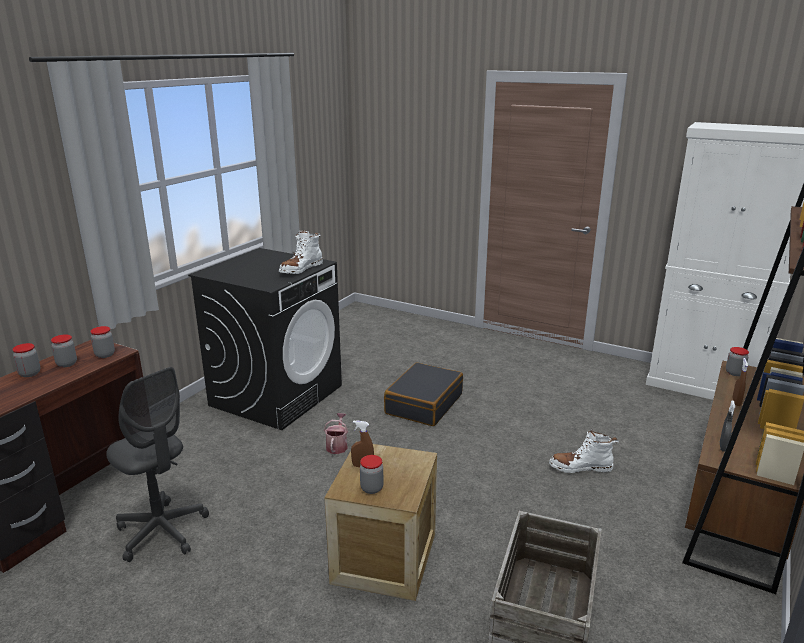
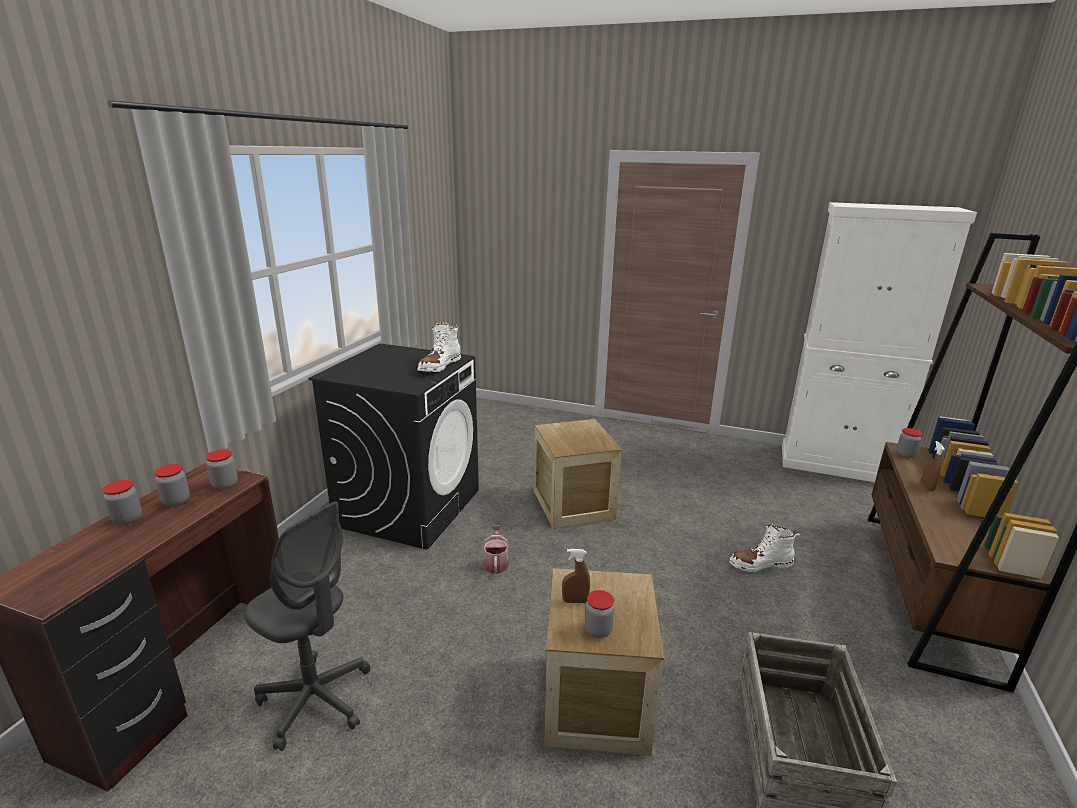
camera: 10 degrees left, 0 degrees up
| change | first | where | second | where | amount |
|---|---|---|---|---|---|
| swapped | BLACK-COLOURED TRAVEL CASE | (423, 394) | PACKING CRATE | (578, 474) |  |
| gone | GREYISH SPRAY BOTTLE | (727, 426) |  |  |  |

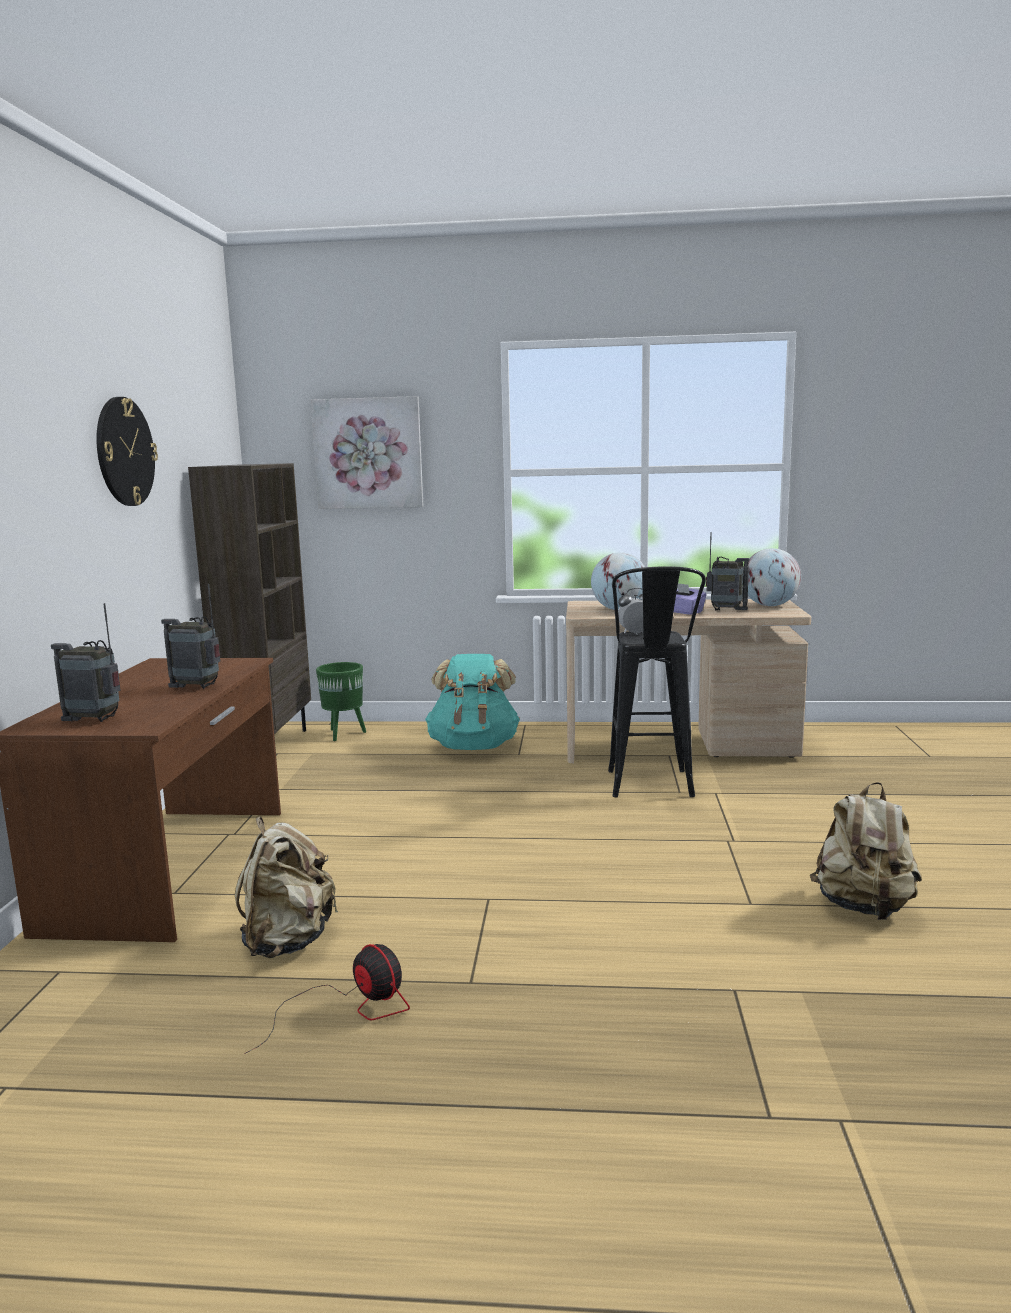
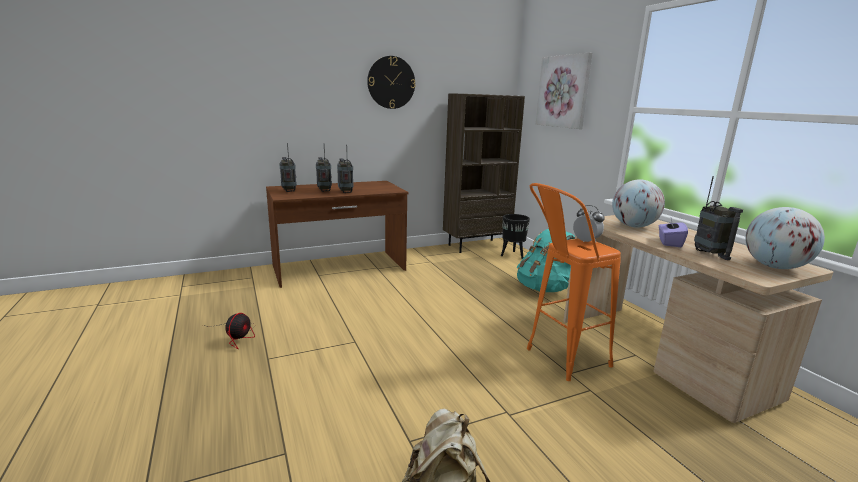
camera: 60 degrees right, 5 degrees up
| change | first | where | second | where | amount |
|---|---|---|---|---|---|
| repainted | BLACK-COLOURED STOOL | (657, 682) | ORANGE-COLOURED STOOL | (574, 282) |  |
| repainted | GREENISH FLOWER POT | (341, 701) | BLACK-COLOURED FLOWER POT | (515, 236) |  |
| gone | BEIGE BACKPACK | (286, 887) |  |  |  |
| new |  |  | RADIO SET | (324, 169) |  |

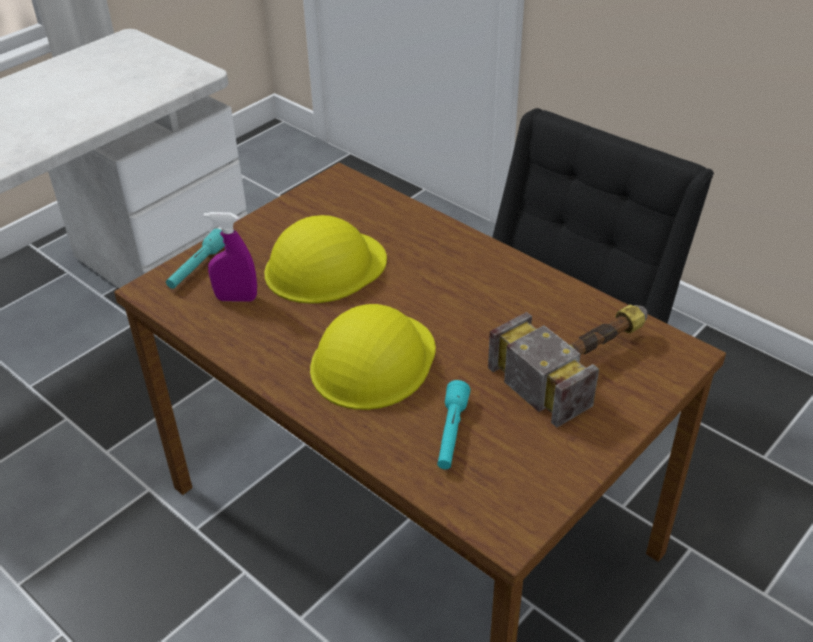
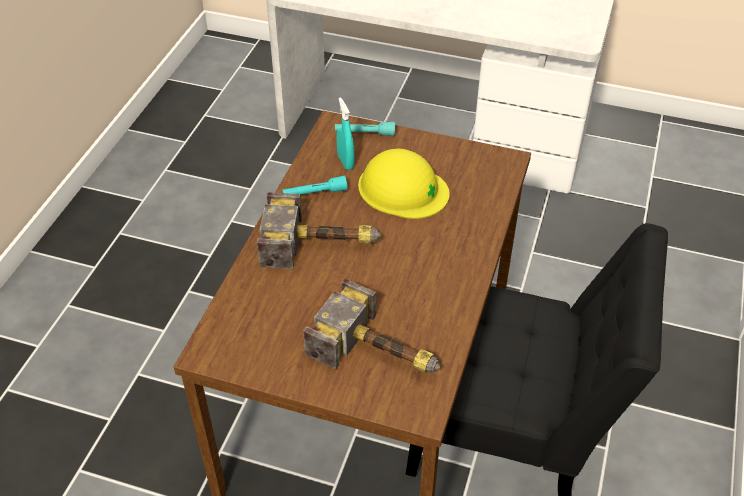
camera: 65 degrees right, 5 degrees up
| change | first | where | second | where | amount |
|---|---|---|---|---|---|
| repainted | PURPLISH SPRAY BOTTLE | (230, 257) | TURQUOISE-COLOURED SPRAY BOTTLE | (345, 133) |  |
| swapped | YELLOW HARD HAT | (373, 357) | TOOL HAMMER | (319, 230) |  |
| shifted | TURQUOISE-COLOURED TORCH | (453, 424) |  | (314, 185) |  |

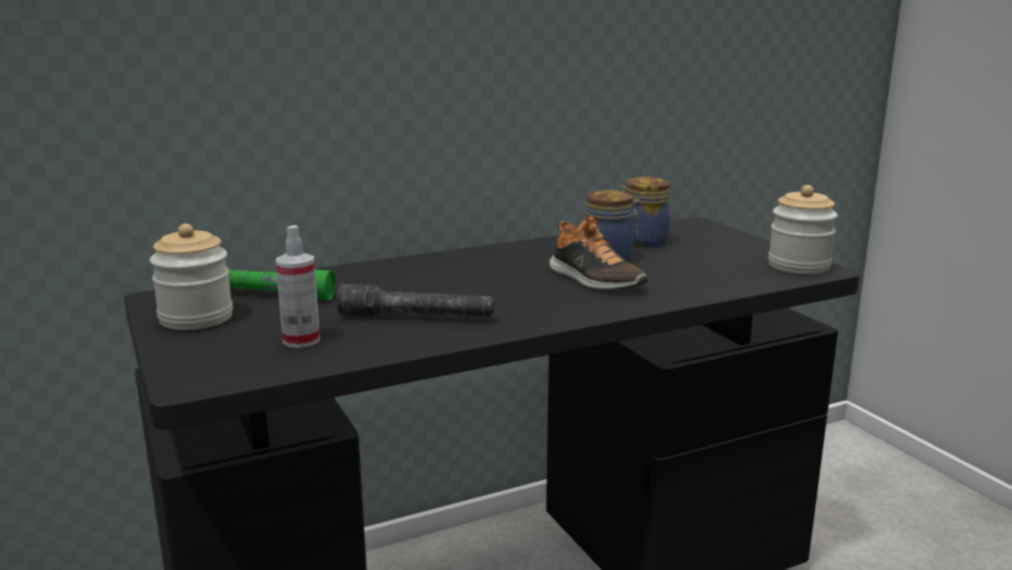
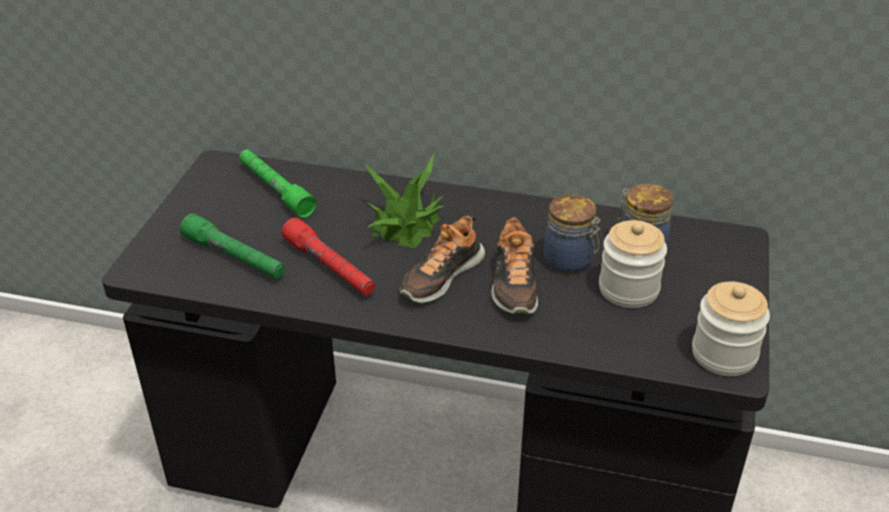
camera: 40 degrees right, 20 degrees up
| change | first | where | second | where | amount |
|---|---|---|---|---|---|
| shifted | STORAGE JAR | (191, 277) |  | (633, 264) |  |
| swapped | SPRAY BOTTLE | (298, 286) | GREENISH TORCH | (232, 246) |  |
| repainted | GREYISH TORCH | (416, 300) | RED-COLOURED TORCH | (329, 257) |  |
| new |  |  | PLANT IN A POT | (405, 199) |  |
| new |  |  | SHOE | (442, 259) |  |

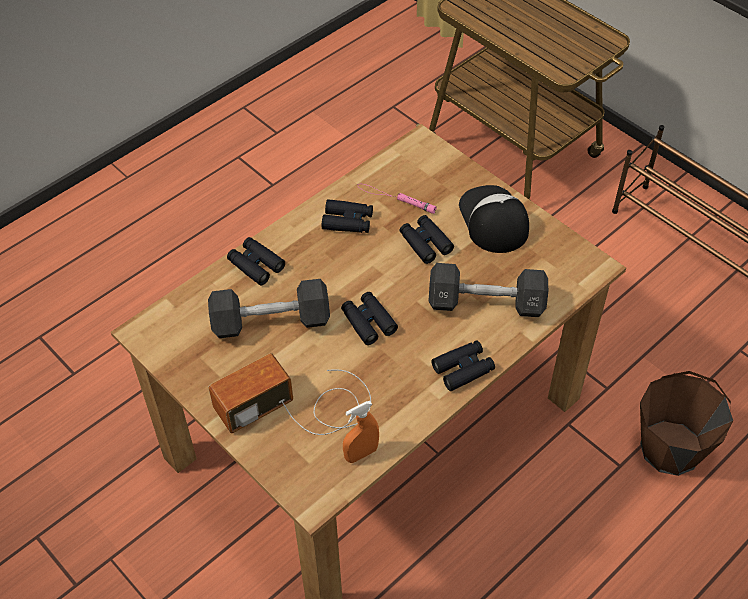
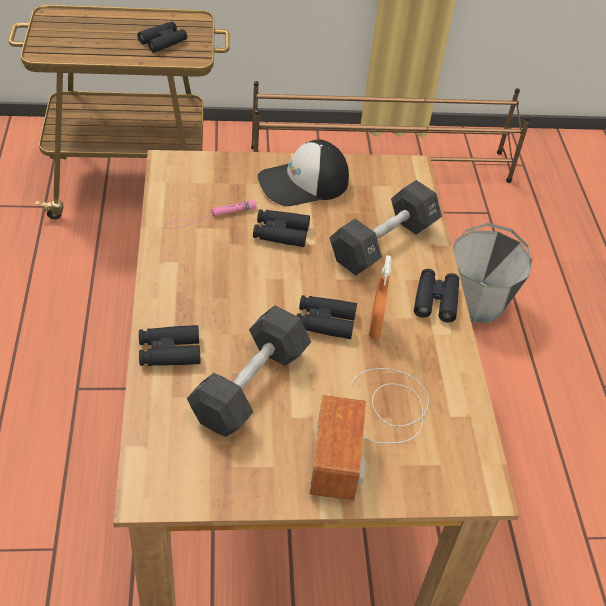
camera: 55 degrees left, 5 degrees down
| change | first | where | second | where | amount |
|---|---|---|---|---|---|
| rotated | CAP | (494, 219) |  | (303, 172) | 45 degrees counterclockwise |
| shifted | BLACK-COLOURED FIELD GLASSES | (347, 216) |  | (162, 37) |  |
| repainted | BROWNISH PAIL | (686, 423) | GREYISH PAIL | (492, 273) |  |
| shifted | ORANGE-COLOURED SPRAY BOTTLE | (361, 432) |  | (380, 297) |  |

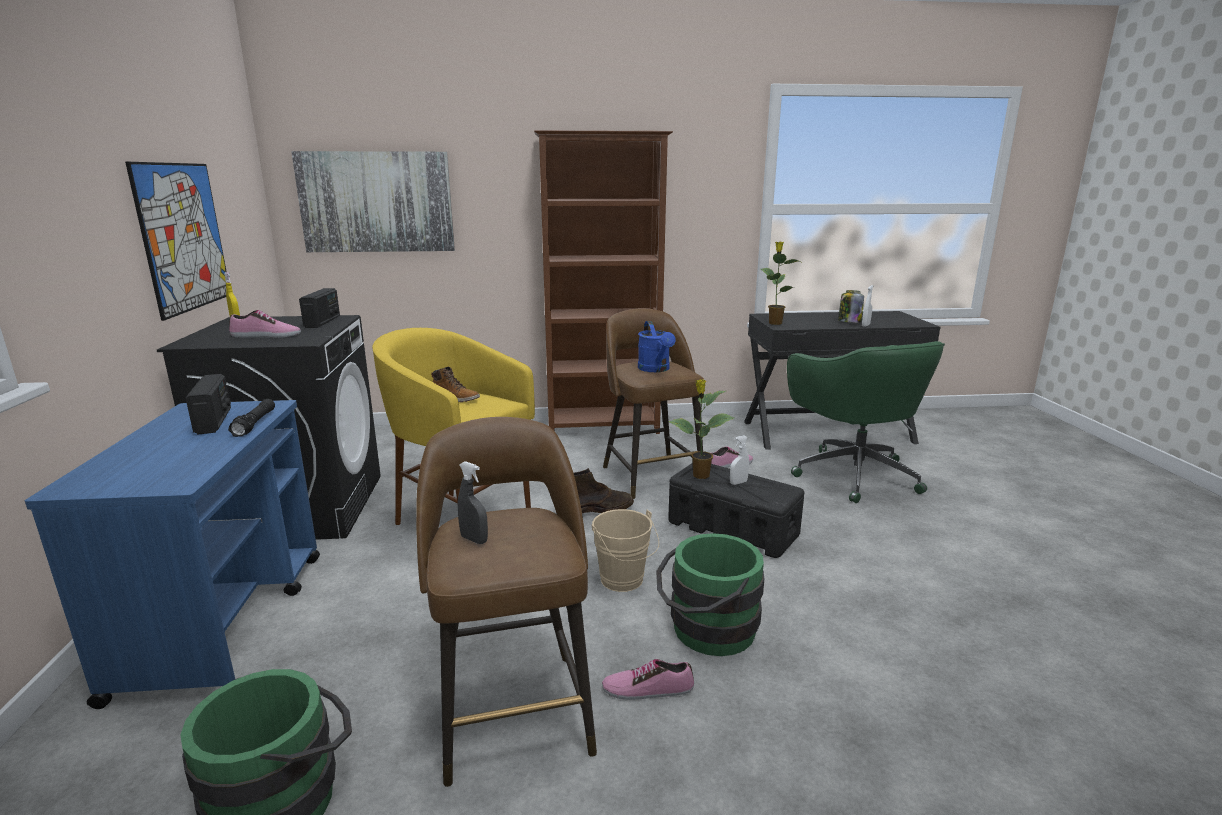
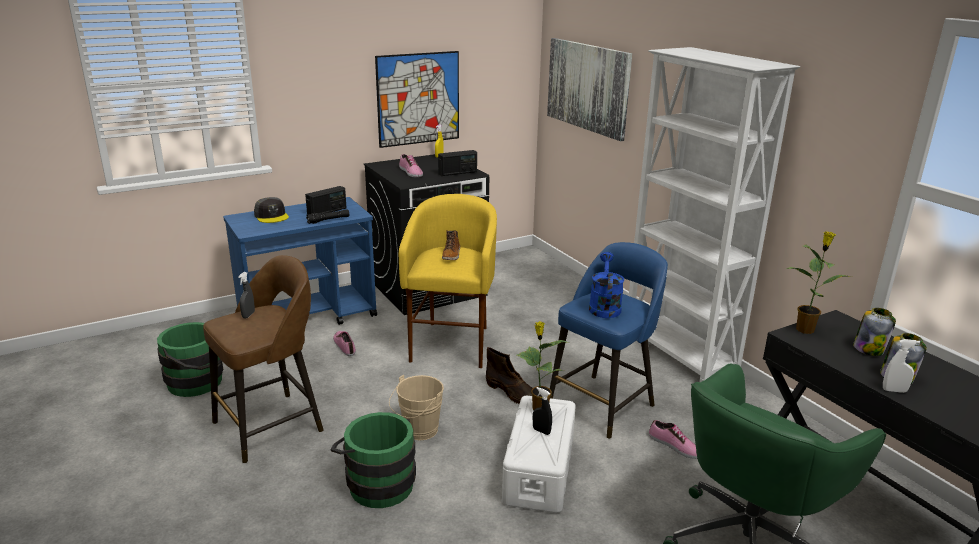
camera: 65 degrees right, 5 degrees up
| change | first | where | second | where | amount |
|---|---|---|---|---|---|
| repainted | BROWNISH SHELVING UNIT | (603, 282) | WHITE-COLOURED SHELVING UNIT | (714, 214) |  |
| repainted | BROWNISH STOOL | (653, 403) | BLUE-COLOURED STOOL | (609, 340) |  |
| rotated | BLUE-COLOURED SPRINKLING CAN | (657, 346) |  | (606, 285) | 135 degrees clockwise |
| repainted | WHITE-COLOURED SPRAY BOTTLE | (739, 460) | BLACK-COLOURED SPRAY BOTTLE | (542, 411) |  |
| repainted | BLACK-COLOURED STORAGE CONTAINER | (736, 510) | WHITE-COLOURED STORAGE CONTAINER | (539, 454) |  |
| shifted | SHOE | (648, 679) |  | (344, 343) |  |
| new |  |  | GREYISH CAP | (271, 210) |  |
| new |  |  | STORAGE JAR | (874, 332) |  |

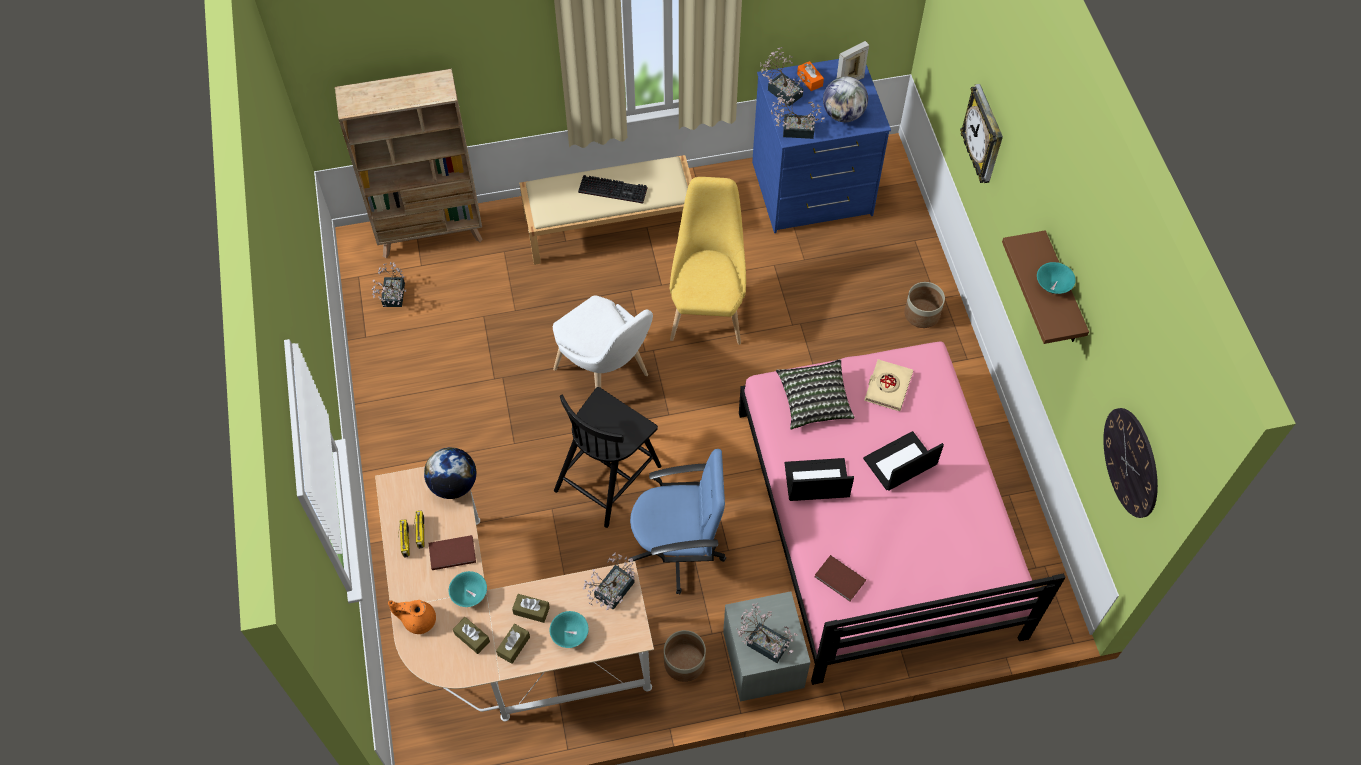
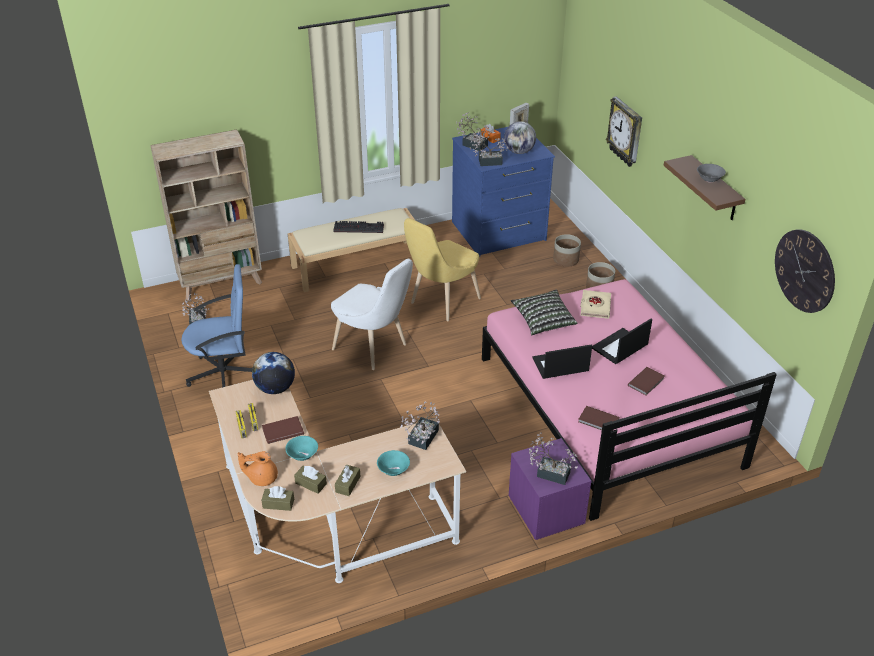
camera: 10 degrees left, 20 degrees down
| change | first | where | second | where | amount |
|---|---|---|---|---|---|
| rotated | YELLOW PLAIN CHAIR | (708, 261) |  | (442, 269) | 135 degrees counterclockwise |
| repainted | TURQUOISE-COLOURED BOWL | (1056, 278) | GREYISH BOWL | (711, 173) |  |
| gone | BLACK-COLOURED PLAIN CHAIR | (607, 457) |  |  |  |
| shifted | BLUE-COLOURED COMPUTER CHAIR | (677, 522) |  | (216, 326) |  |
| repainted | GREYISH NIGHT TABLE | (767, 646) | PURPLISH NIGHT TABLE | (550, 489) |  |
| shifted | BROWNISH BOX OF TISSUES | (531, 608) |  | (277, 498) |  |
| shifted | FLOWER POT | (685, 656) |  | (567, 250) |  |
| new |  |  | BROWNISH VOLUME | (646, 381) |  |

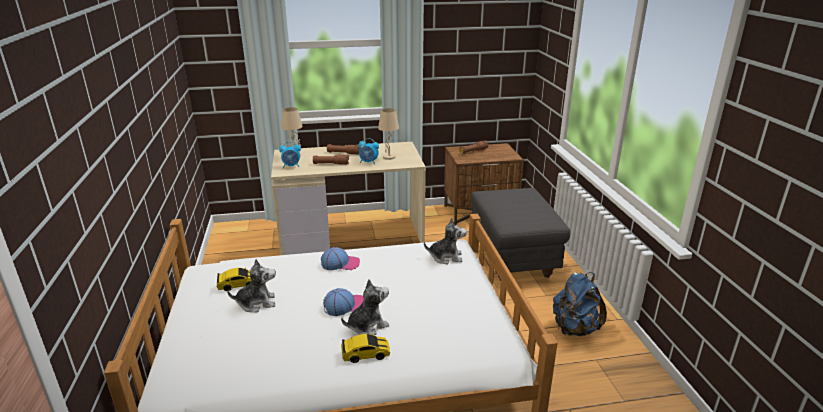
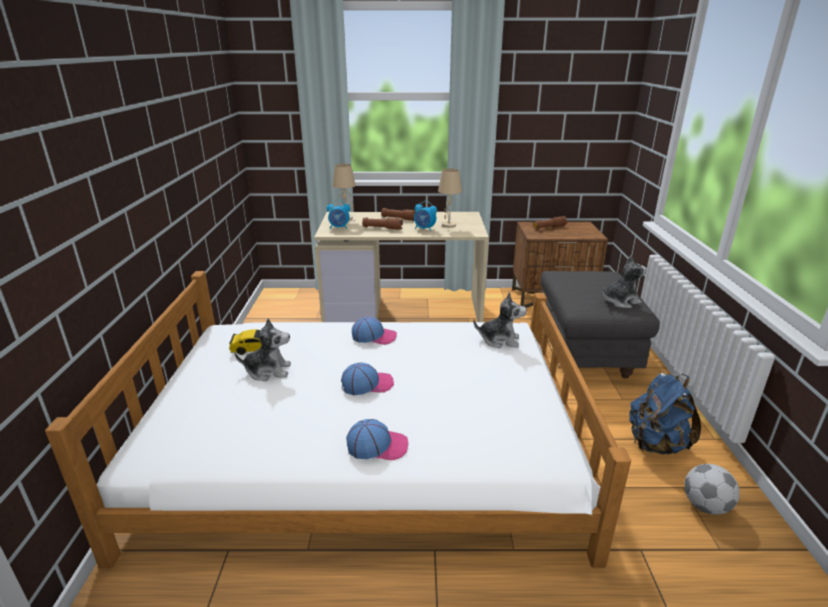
camera: 10 degrees right, 0 degrees up
| change | first | where | second | where | amount |
|---|---|---|---|---|---|
| shifted | SOFT TOY | (365, 307) |  | (625, 281) |  |
| swapped | MODEL CAR | (365, 348) | CAP | (377, 439) |  |
| new |  |  | FOOTBALL | (712, 489) |  |

